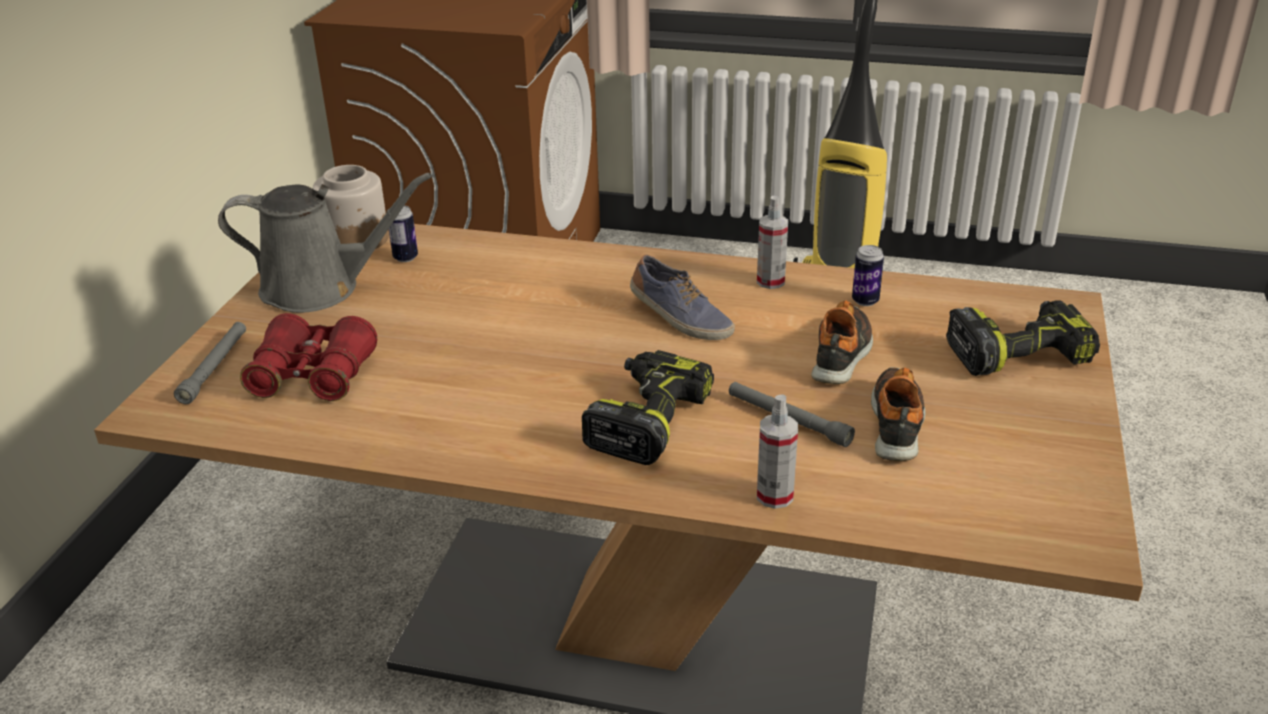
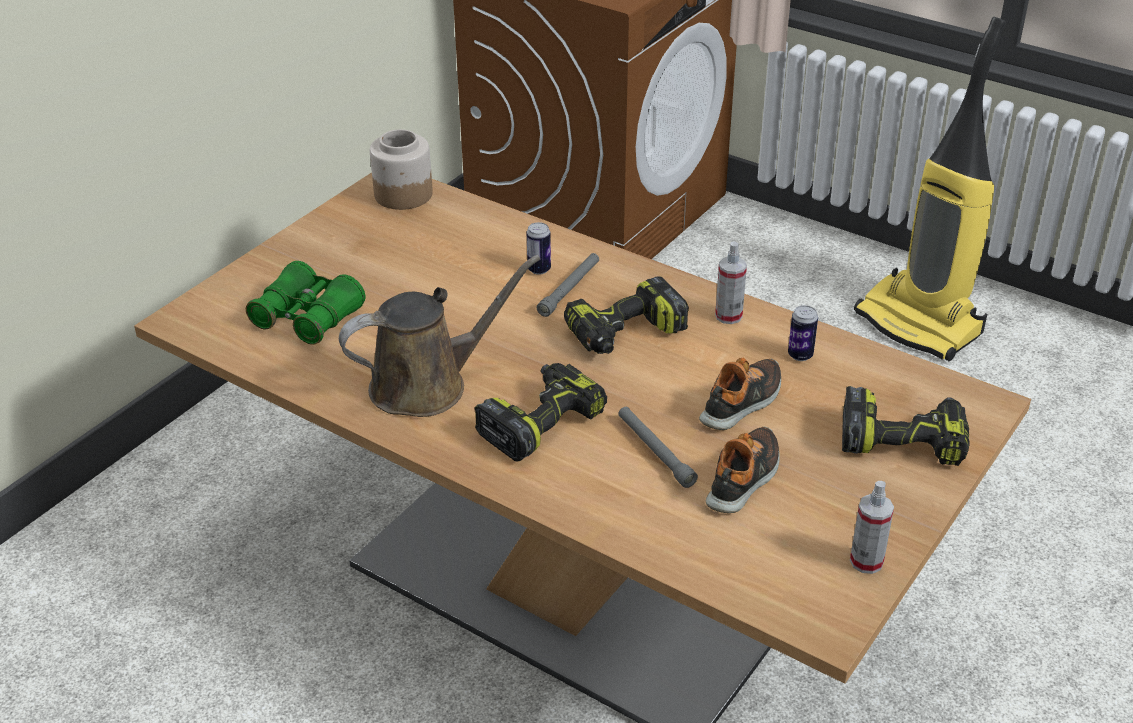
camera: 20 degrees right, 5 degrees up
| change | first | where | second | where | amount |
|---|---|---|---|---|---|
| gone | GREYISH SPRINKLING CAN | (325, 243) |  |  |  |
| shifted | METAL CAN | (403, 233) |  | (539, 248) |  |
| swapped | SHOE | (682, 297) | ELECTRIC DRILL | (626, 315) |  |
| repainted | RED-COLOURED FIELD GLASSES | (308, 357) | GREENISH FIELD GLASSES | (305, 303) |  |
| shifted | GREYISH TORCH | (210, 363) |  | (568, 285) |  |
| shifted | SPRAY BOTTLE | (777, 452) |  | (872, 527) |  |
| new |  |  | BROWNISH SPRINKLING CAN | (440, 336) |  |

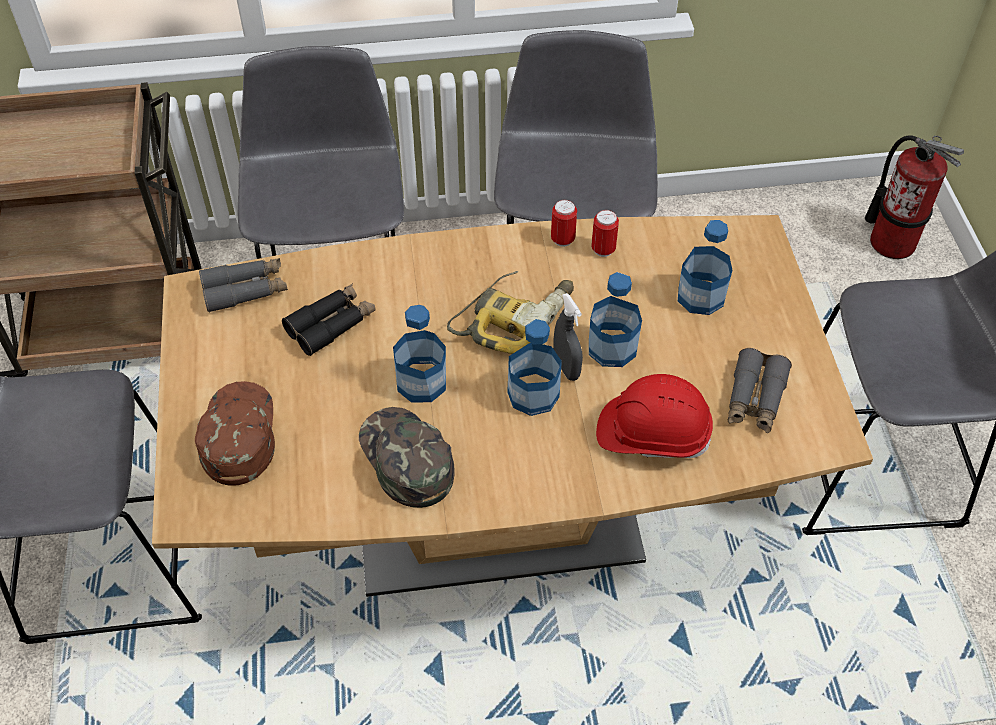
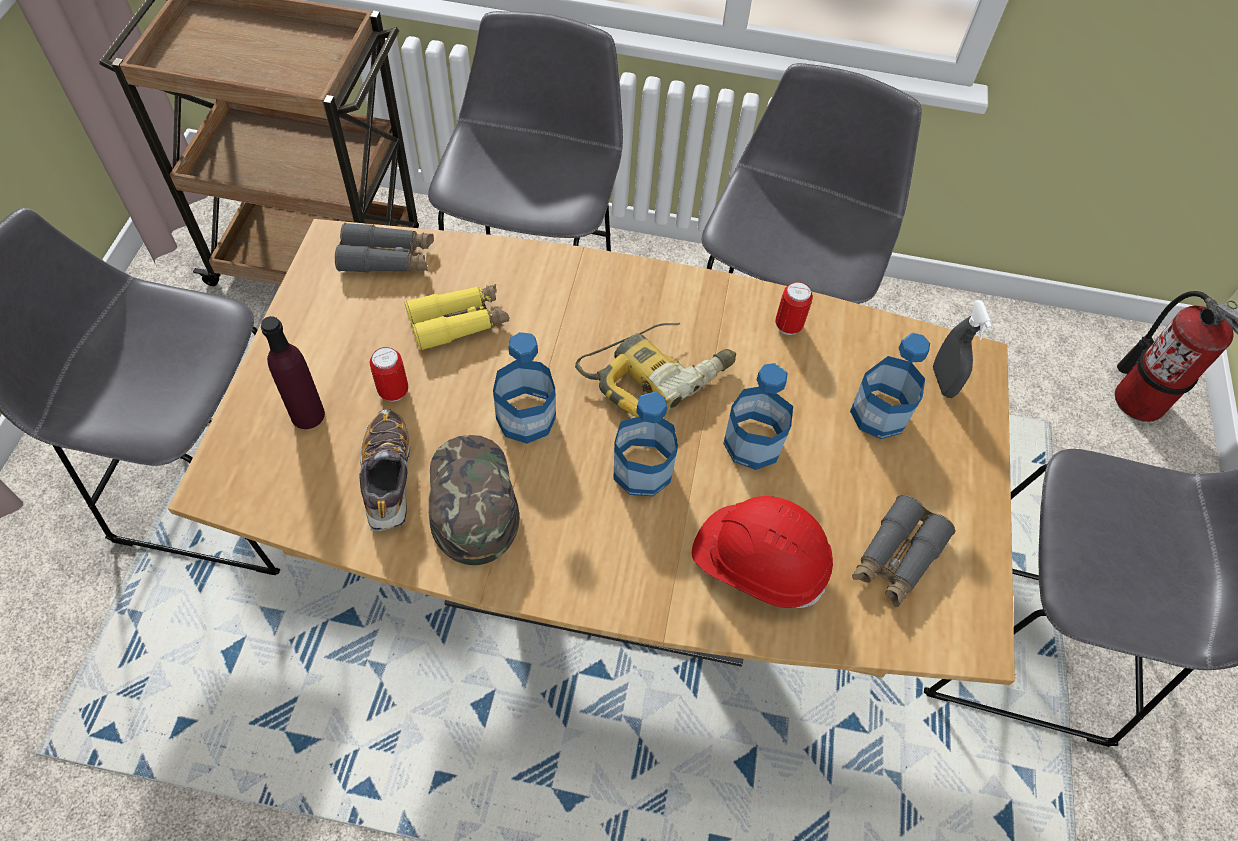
camera: 15 degrees right, 5 degrees up
| change | first | where | second | where | amount |
|---|---|---|---|---|---|
| shifted | METAL CAN | (564, 223) |  | (389, 374) |  |
| repainted | BLACK-COLOURED FIELD GLASSES | (329, 319) | YELLOW FIELD GLASSES | (457, 317) |  |
| shifted | GREYISH SPRAY BOTTLE | (568, 337) |  | (962, 349) |  |
| swapped | BROWNISH CAP | (235, 433) | PURPLISH DRINK BOTTLE | (293, 372) |  |
| new |  |  | SHOE | (385, 470) |  |

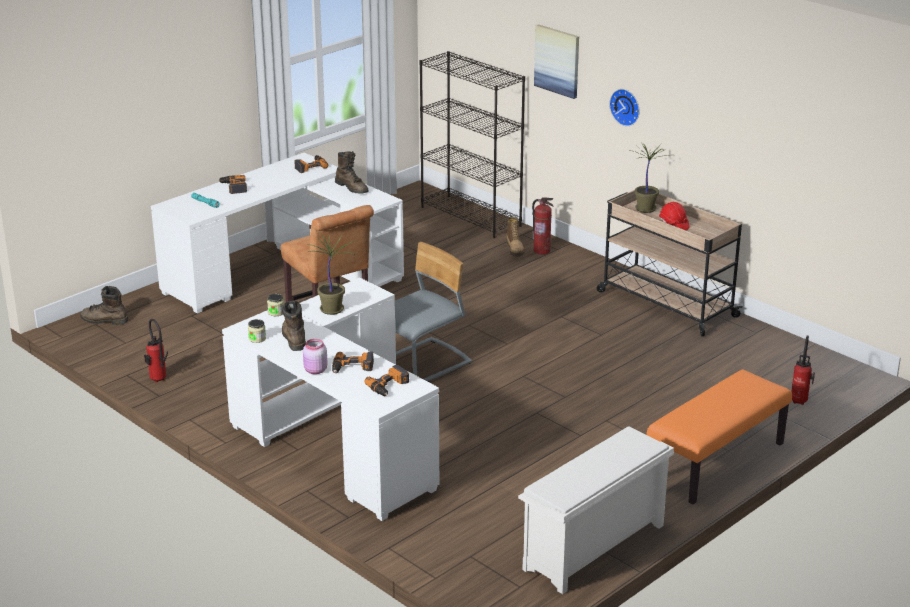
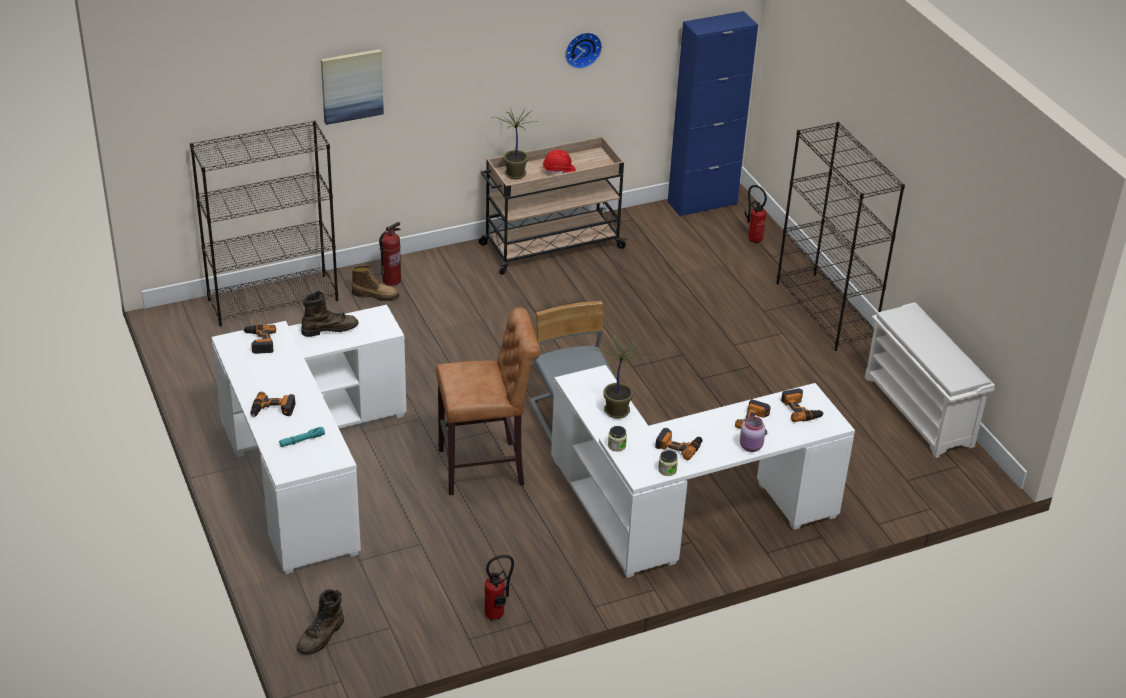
camera: 70 degrees left, 10 degrees up
| change | first | where | second | where | amount |
|---|---|---|---|---|---|
| shifted | HANGING CLOCK | (624, 107) |  | (583, 50) |  |
| swapped | BROWNISH TALL BOOT | (294, 326) | ELECTRIC DRILL | (678, 444) |  |
| swapped | ORANGE-COLOURED LONG SEAT | (719, 437) | BLACK-COLOURED SHELVING UNIT | (840, 236) |  |
| new |  |  | BLUE-COLOURED CUPBOARD | (713, 114) |  |

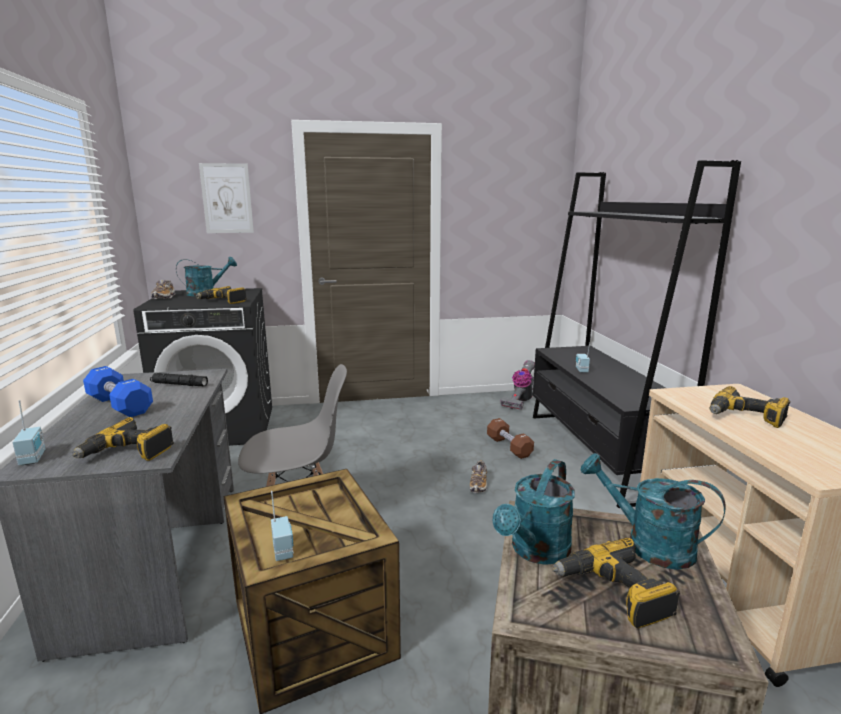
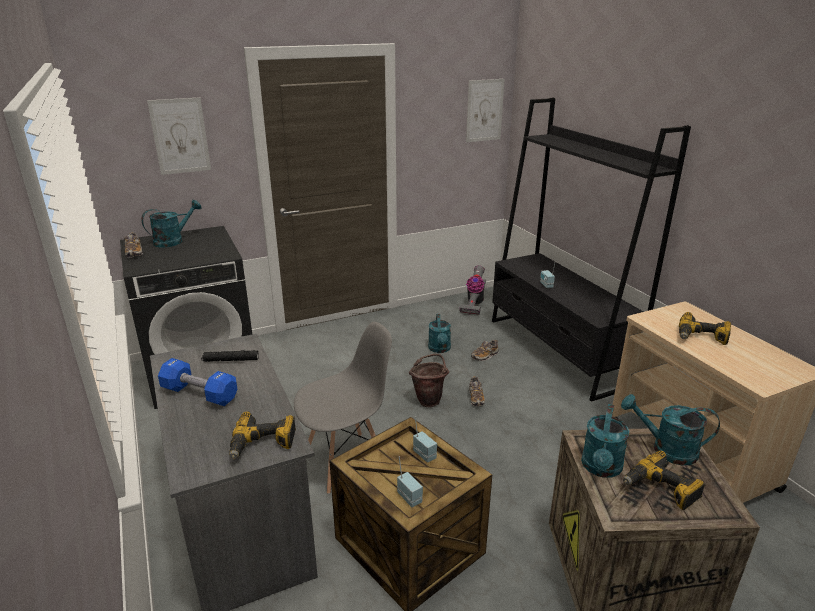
camera: 15 degrees left, 10 degrees up
| change | first | where | second | where | amount |
|---|---|---|---|---|---|
| gone | ELECTRIC DRILL | (221, 295) |  |  |  |
| shifted | RADIO SET | (29, 433) |  | (425, 439) |  |
| swapped | BROWNISH FREE WEIGHT | (510, 438) | SHOE | (485, 350) |  |
| new |  |  | WALL PICTURE | (485, 110) |  |
| new |  |  | TURQUOISE-COLOURED SPRINKLING CAN | (439, 333) |  |
| new |  |  | BROWNISH PAIL | (429, 380) |  |

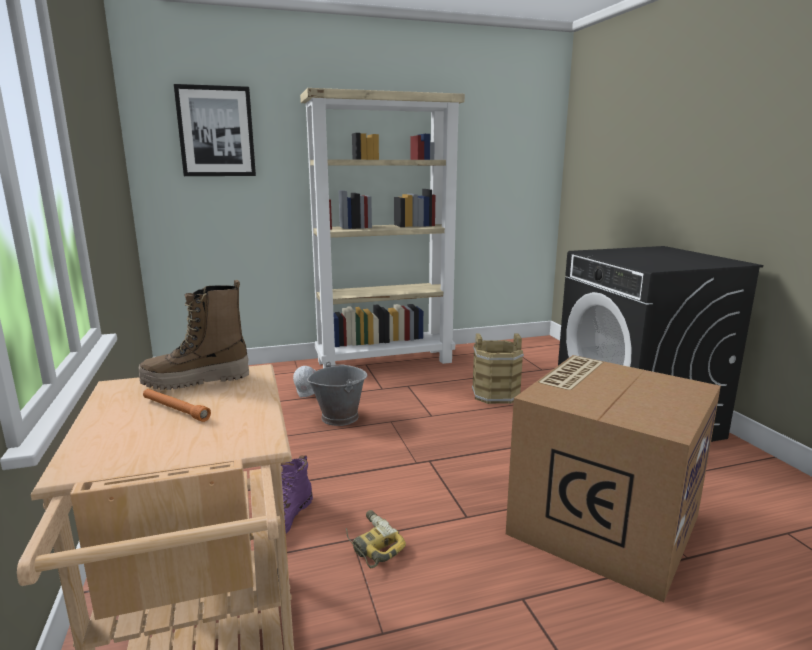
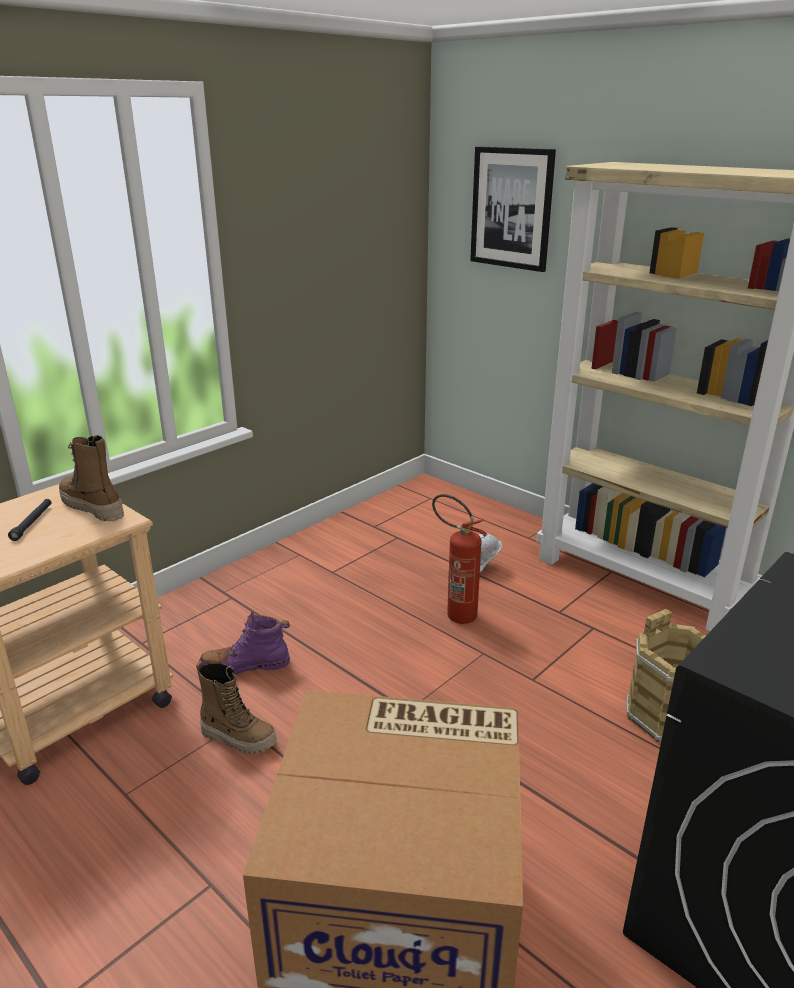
camera: 60 degrees right, 10 degrees up
| change | first | where | second | where | amount |
|---|---|---|---|---|---|
| swapped | GREYISH PAIL | (337, 394) | EXTINGUISHER | (459, 559) |  |
| repainted | ORANGE-COLOURED TORCH | (177, 405) | BLACK-COLOURED TORCH | (29, 520) |  |
| swapped | ELECTRIC DRILL | (376, 539) | TALL BOOT | (236, 707) |  |

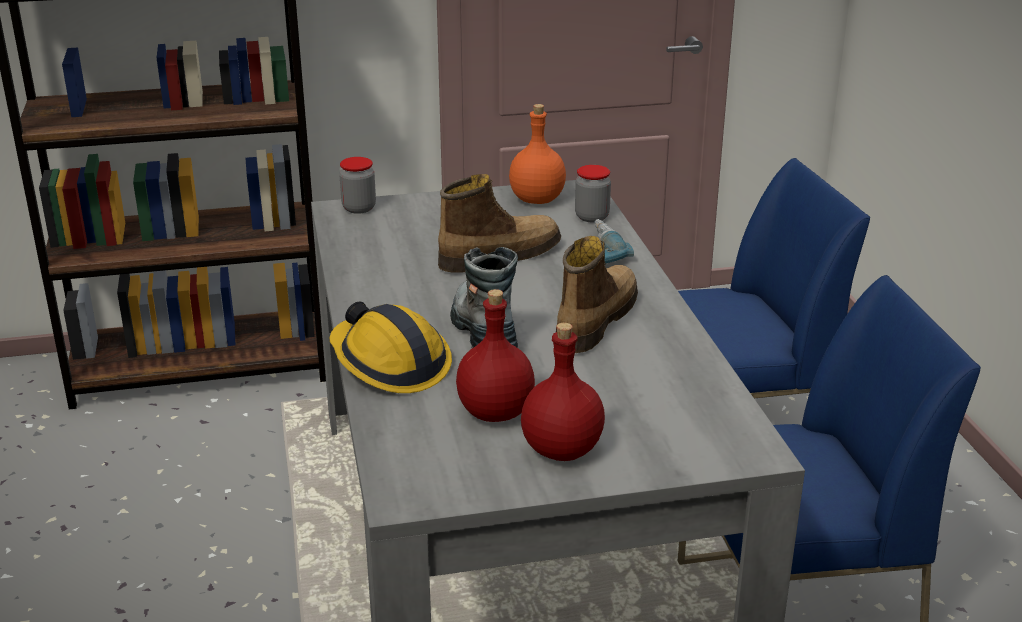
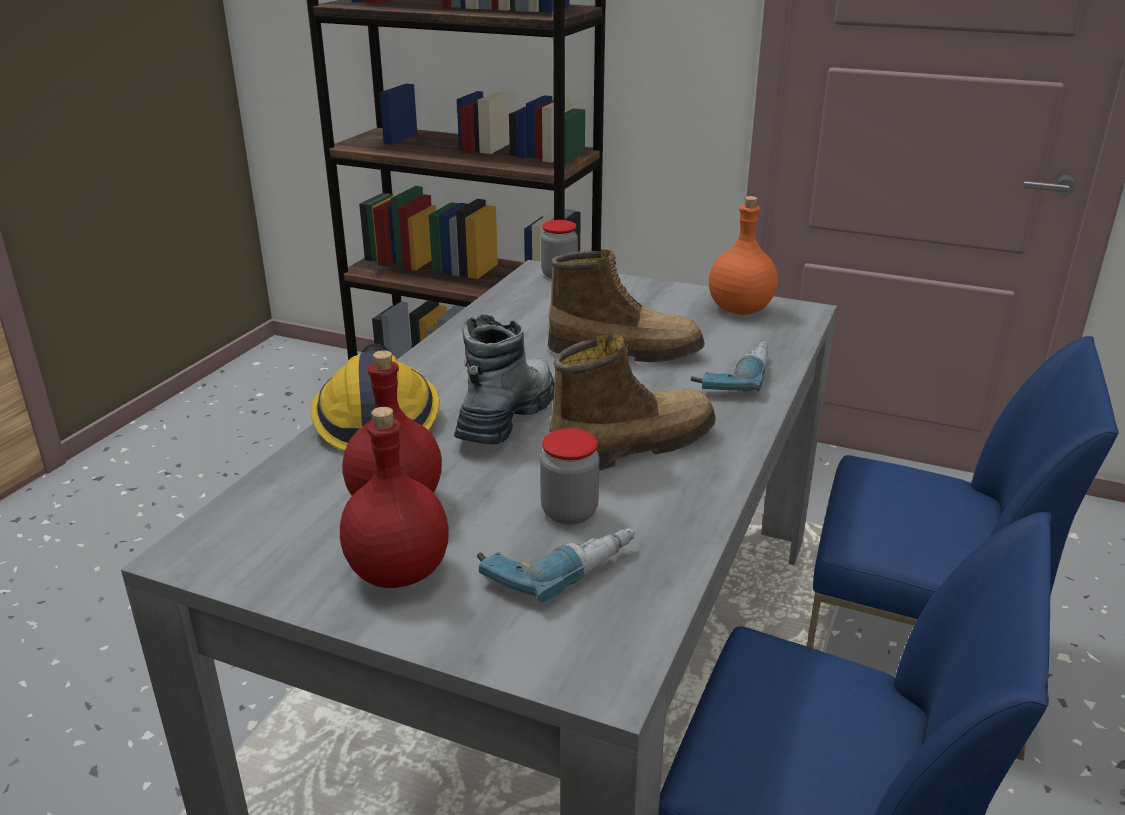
camera: 35 degrees right, 0 degrees up
| change | first | where | second | where | amount |
|---|---|---|---|---|---|
| shifted | STORAGE JAR | (593, 193) |  | (569, 476) |  |
| new |  |  | ELECTRIC DRILL | (556, 565) |  |

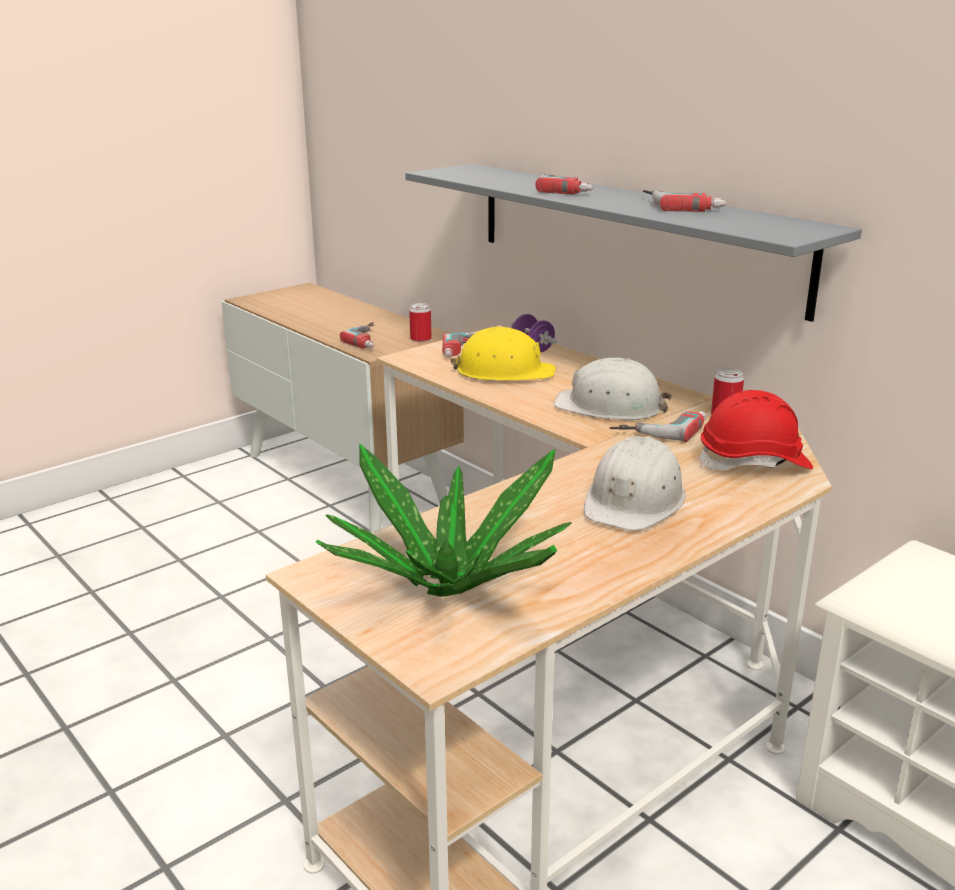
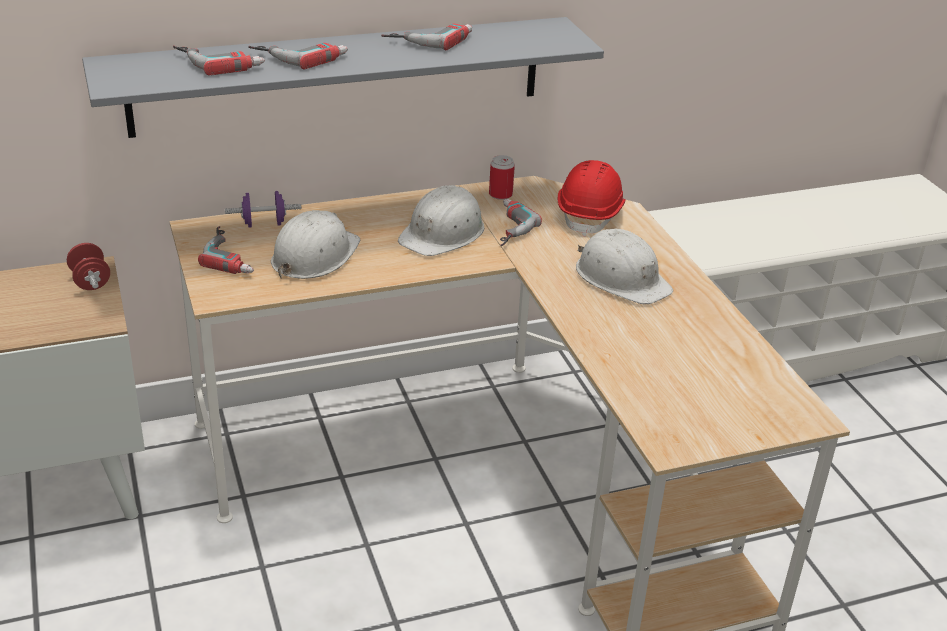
camera: 70 degrees left, 10 degrees up
| change | first | where | second | where | amount |
|---|---|---|---|---|---|
| swapped | METAL CAN | (420, 322) | RED-COLOURED FREE WEIGHT | (88, 266) |  |
| shifted | ELECTRIC DRILL | (357, 335) |  | (219, 60) |  |
| repainted | YELLOW HARD HAT | (503, 354) | WHITE-COLOURED HARD HAT | (315, 244) |  |
| gone | PLANT IN A POT | (444, 520) |  |  |  |

